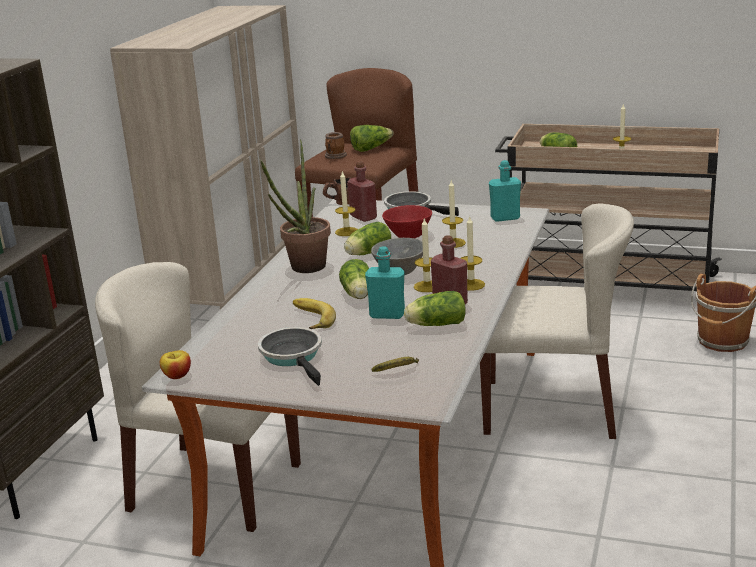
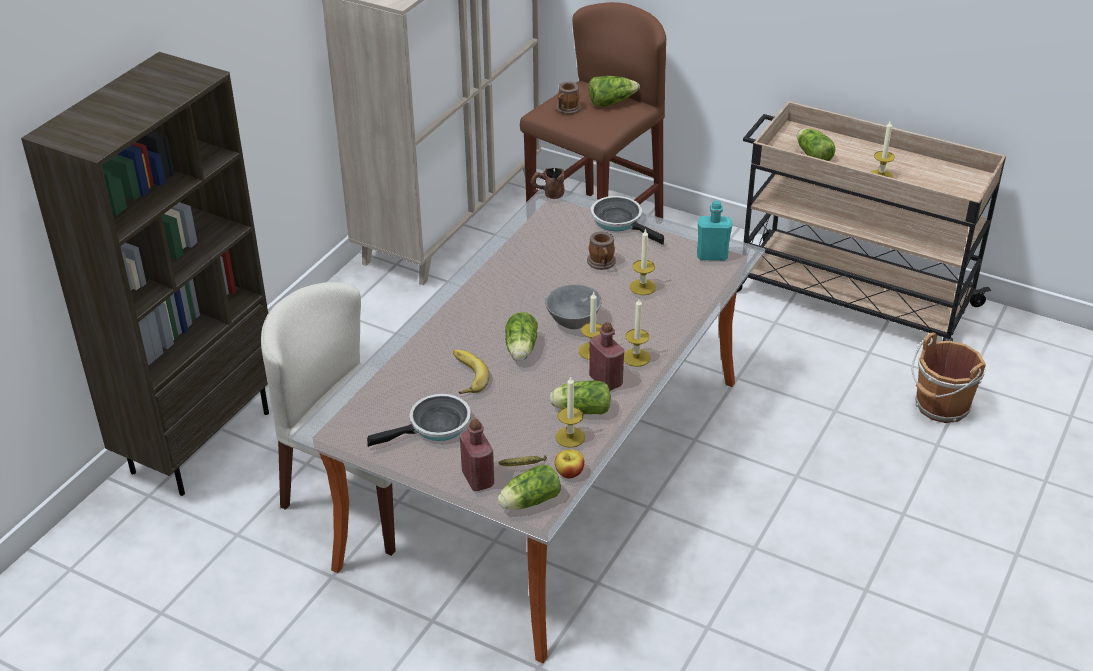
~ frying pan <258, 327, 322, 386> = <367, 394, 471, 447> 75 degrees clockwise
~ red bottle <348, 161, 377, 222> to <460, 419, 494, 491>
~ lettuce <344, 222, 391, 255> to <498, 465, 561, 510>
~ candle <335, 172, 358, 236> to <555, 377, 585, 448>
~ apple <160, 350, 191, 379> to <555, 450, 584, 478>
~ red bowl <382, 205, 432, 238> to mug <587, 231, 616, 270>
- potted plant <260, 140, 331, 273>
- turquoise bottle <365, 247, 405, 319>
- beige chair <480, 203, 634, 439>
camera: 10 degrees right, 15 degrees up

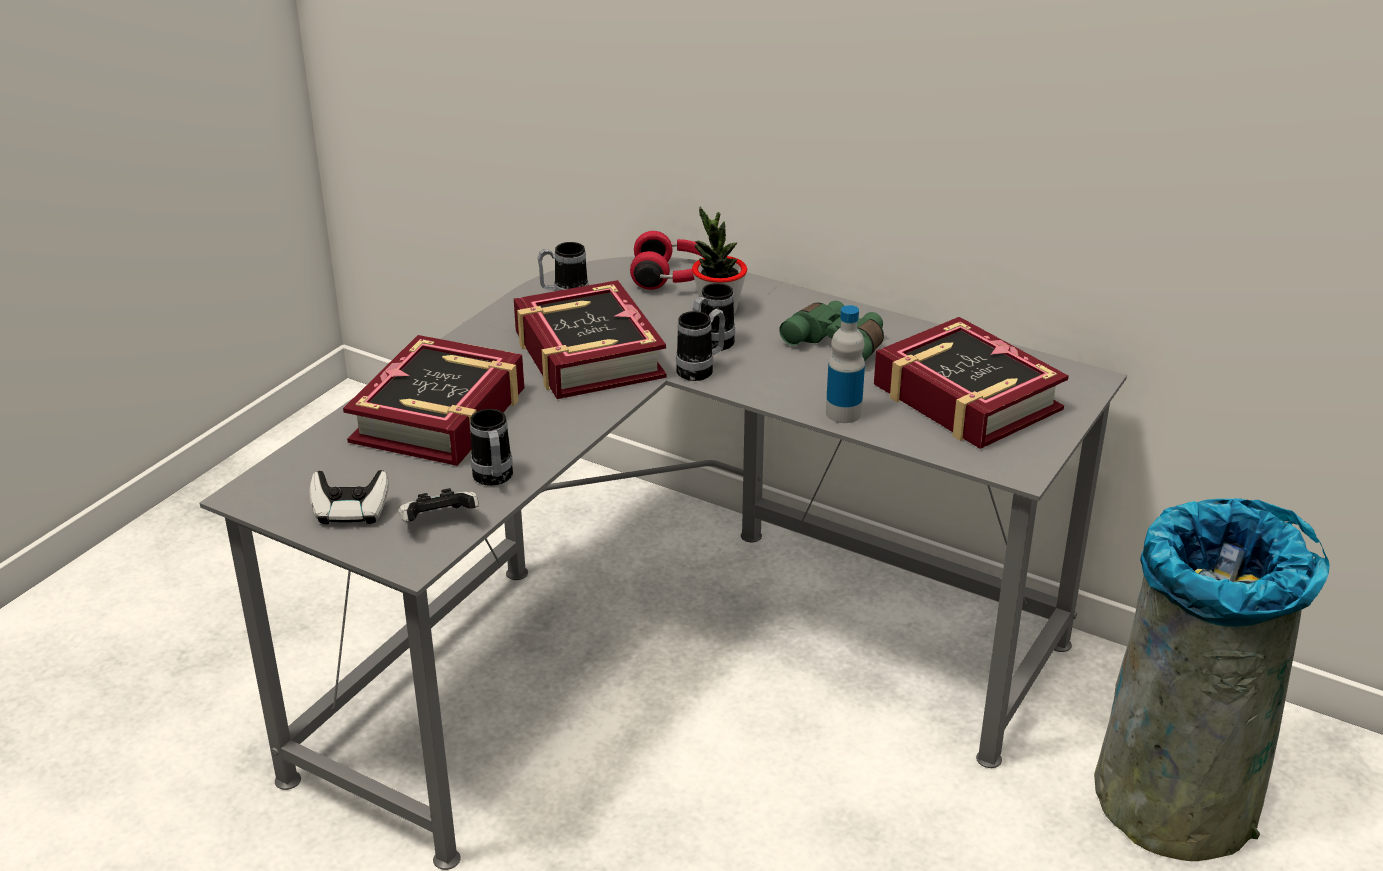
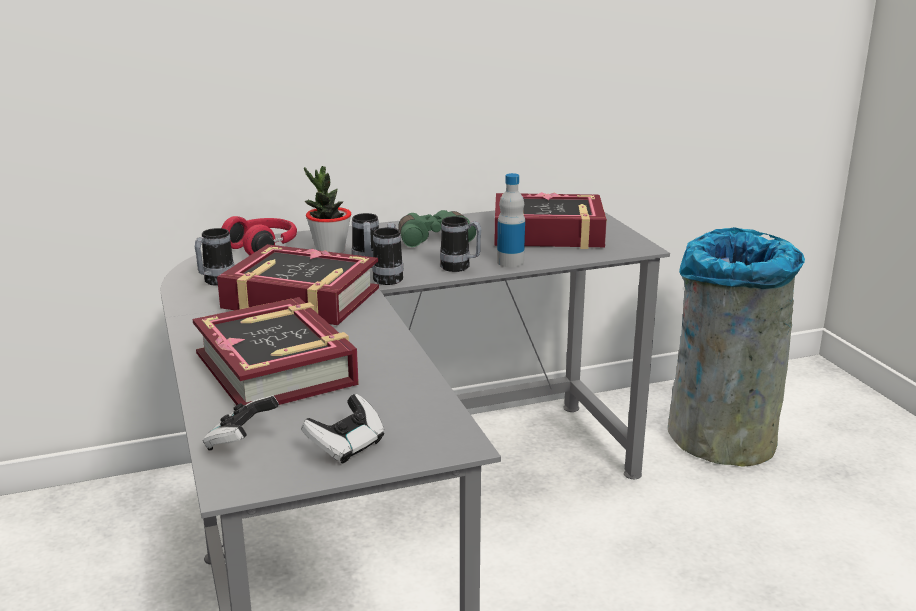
~ game controller <398, 488, 479, 522> to <203, 395, 279, 450>
~ mug <470, 409, 513, 486> to <440, 216, 481, 272>
camera: 50 degrees left, 10 degrees down

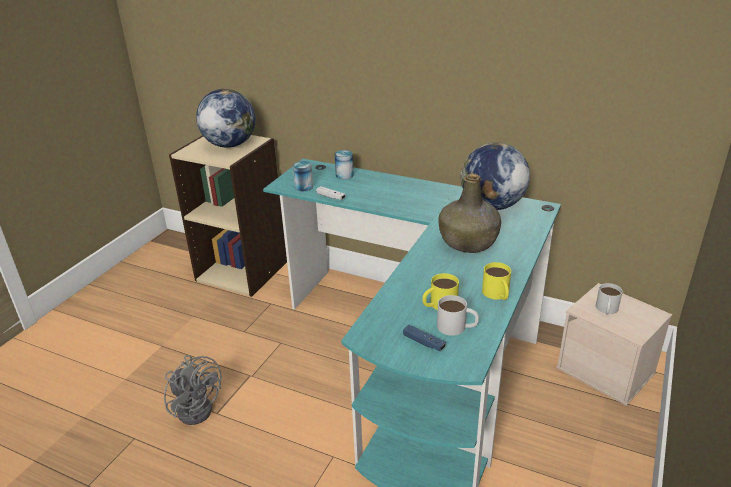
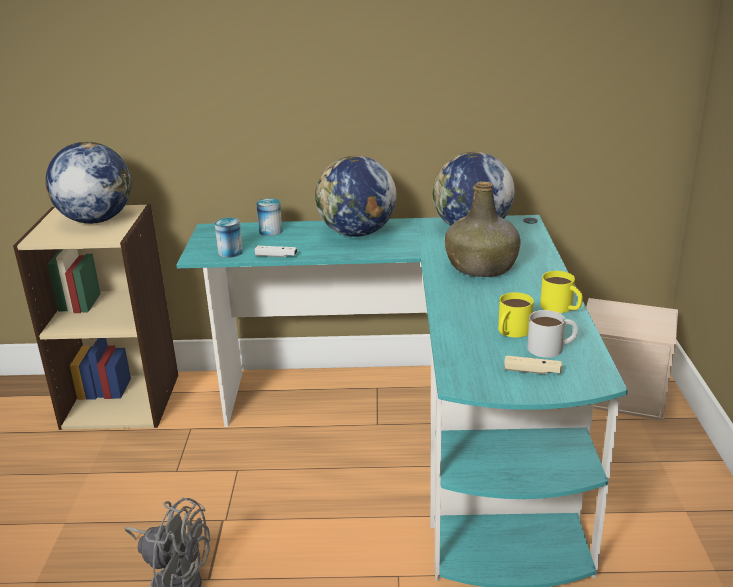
+ globe <315, 156, 396, 237>
~ blue game controller <403, 325, 446, 351> to beige game controller <504, 356, 562, 374>
- white mug <596, 283, 623, 315>
camera: 25 degrees left, 5 degrees down

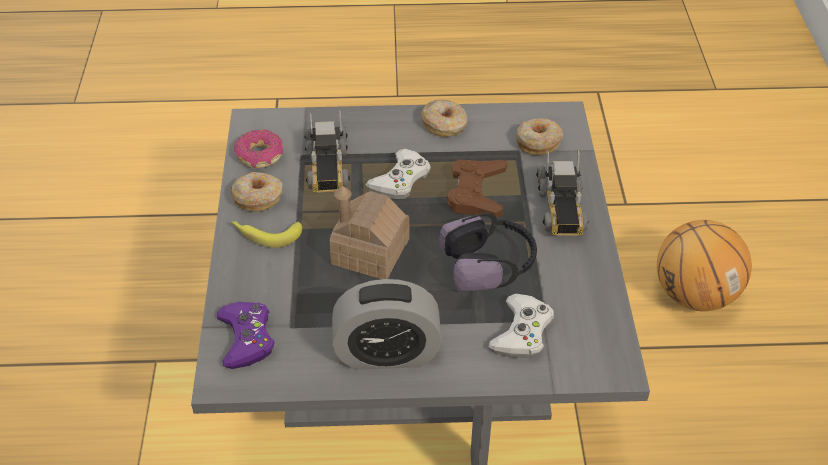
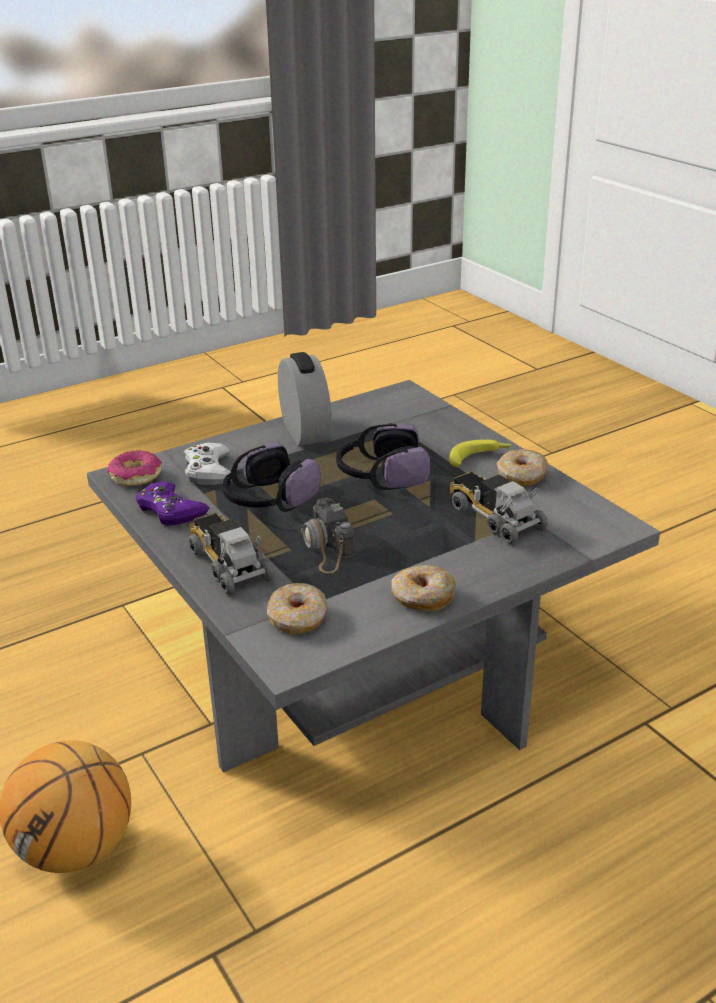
~ donut <234, 129, 283, 168> to <107, 450, 162, 486>
~ purple game controller <217, 302, 274, 369> to <136, 481, 210, 526>
~ alarm clock <332, 279, 442, 370> = <278, 352, 332, 446> 105 degrees clockwise
~ brown game controller <447, 160, 507, 217> to photo camera <301, 498, 355, 573>
~ toy house <329, 186, 409, 279> to headphones <336, 424, 431, 490>
- white game controller <365, 149, 431, 199>
camera: 150 degrees right, 15 degrees down

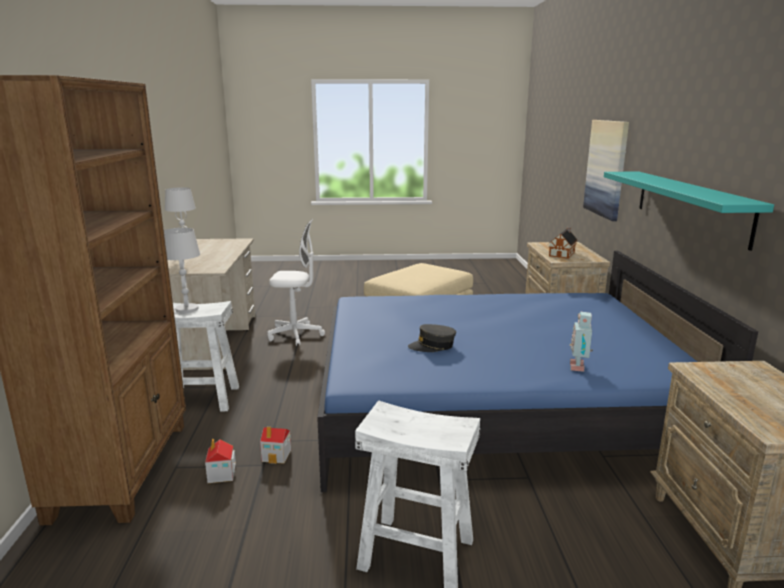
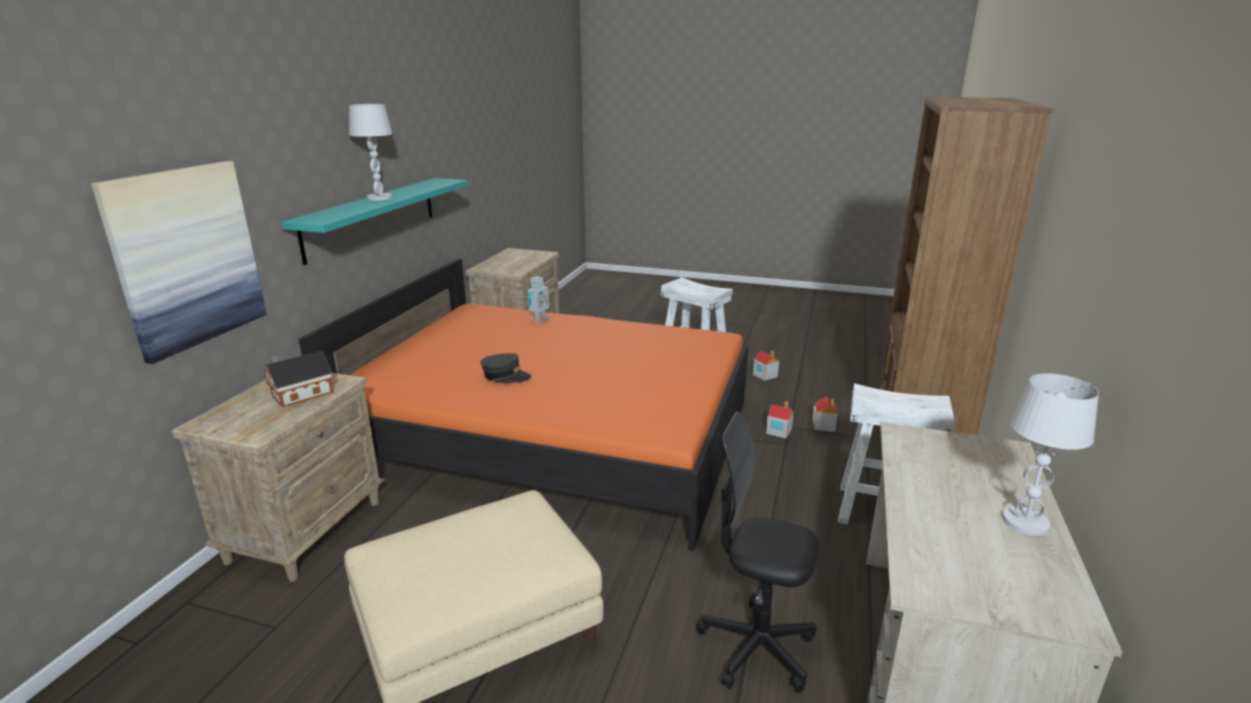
~ blue bed <317, 251, 758, 492> to orange bed <299, 259, 749, 551>
~ white table lamp <164, 228, 200, 313> to <349, 104, 392, 201>
~ grey cap <408, 324, 456, 352> to <481, 353, 531, 383>
~ white office chair <267, 219, 325, 346> to black office chair <696, 412, 818, 693>
+ toy house <753, 350, 779, 381>
camera: 160 degrees left, 5 degrees up

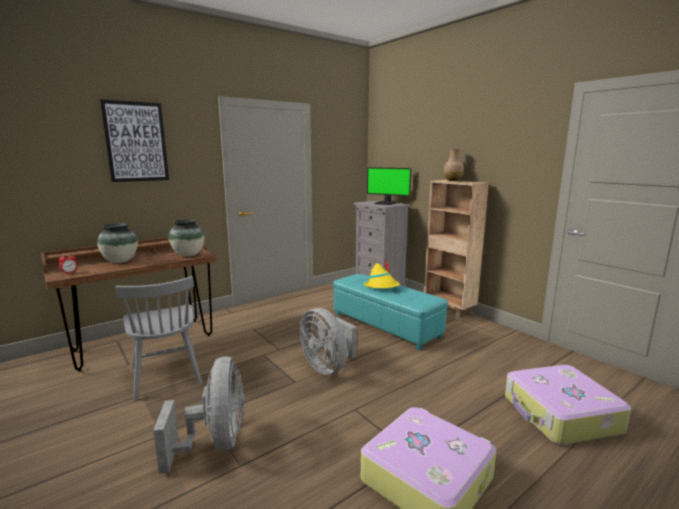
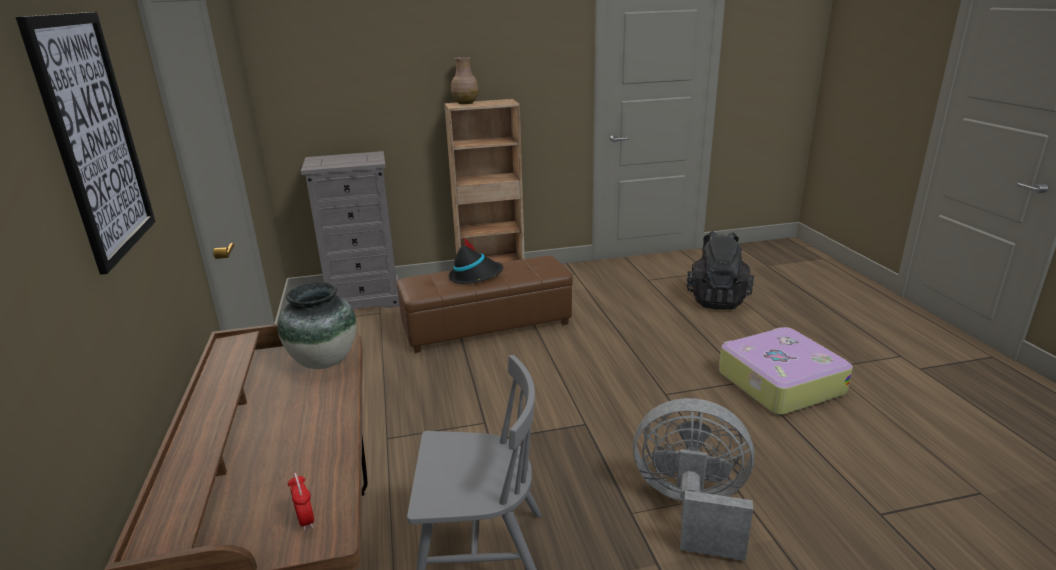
~ turquoise ottoman <333, 274, 448, 350> to brown ottoman <396, 256, 573, 353>
~ yellow hat <364, 259, 400, 288> to black hat <449, 237, 503, 284>
~ suitcase <505, 365, 631, 445> to black backpack <687, 231, 754, 310>
- vase <97, 223, 138, 263>
- grey fan <299, 308, 357, 375>
- monitor <367, 167, 411, 205>
camera: 65 degrees left, 10 degrees up

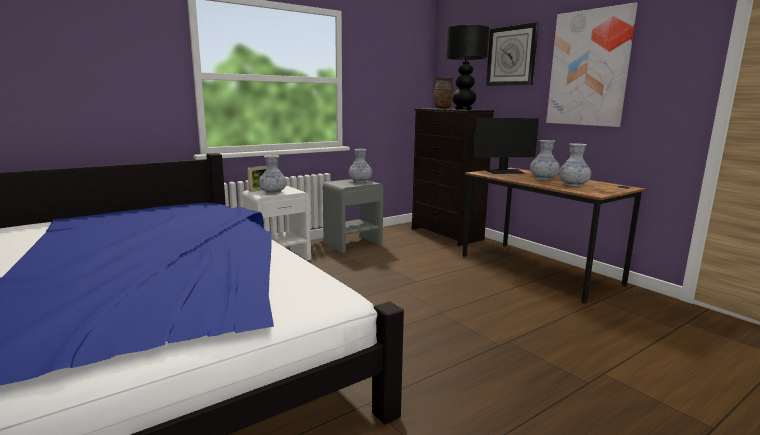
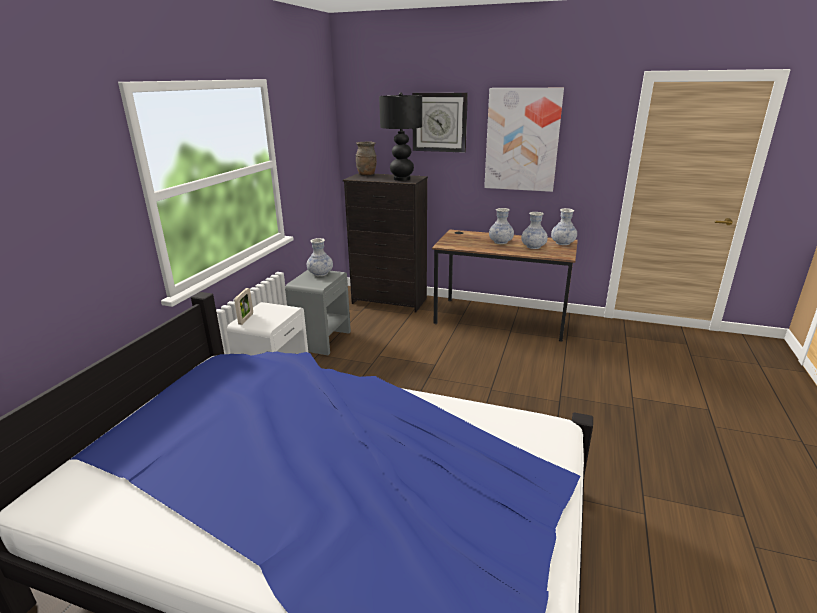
~ vase <259, 155, 287, 194> to <551, 208, 577, 245>
- monitor <473, 118, 539, 174>
camera: 35 degrees left, 10 degrees up

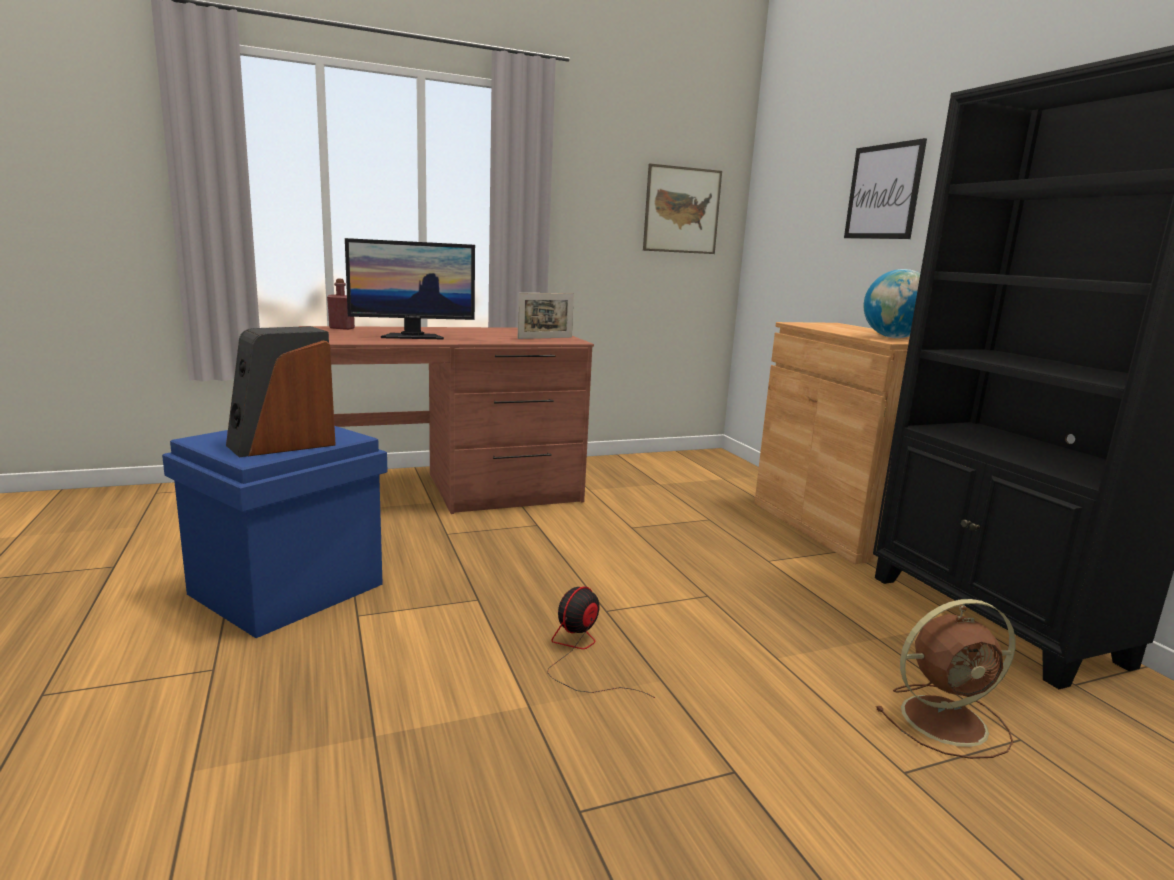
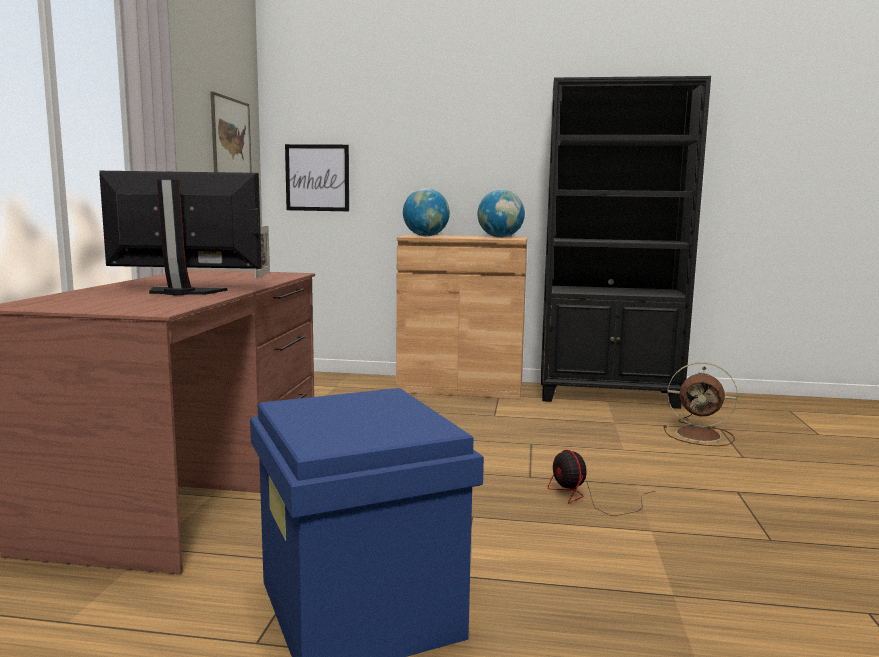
~ monitor <345, 238, 475, 339> = <99, 171, 262, 295> 105 degrees counterclockwise
~ picture <844, 138, 927, 239> to <285, 144, 349, 211>
+ globe <403, 188, 450, 236>
~ brown fan <876, 599, 1016, 759> = <663, 362, 738, 446> 90 degrees clockwise
- speaker <226, 326, 336, 457>
- red bottle <327, 279, 355, 330>
camera: 60 degrees left, 5 degrees down

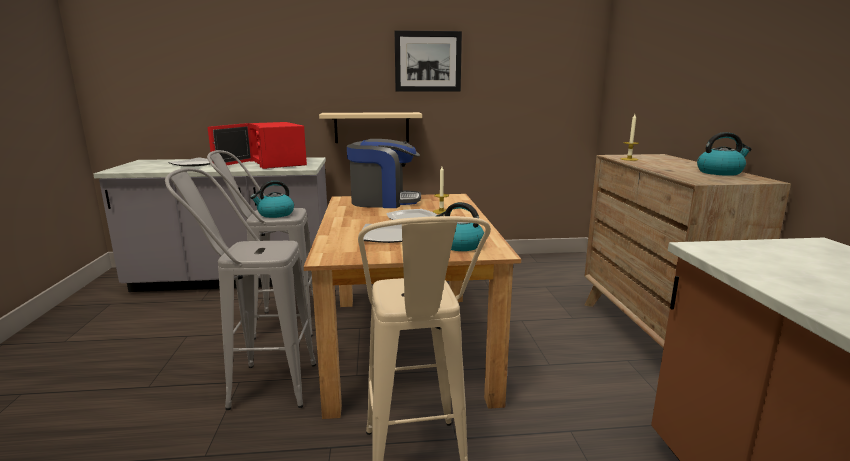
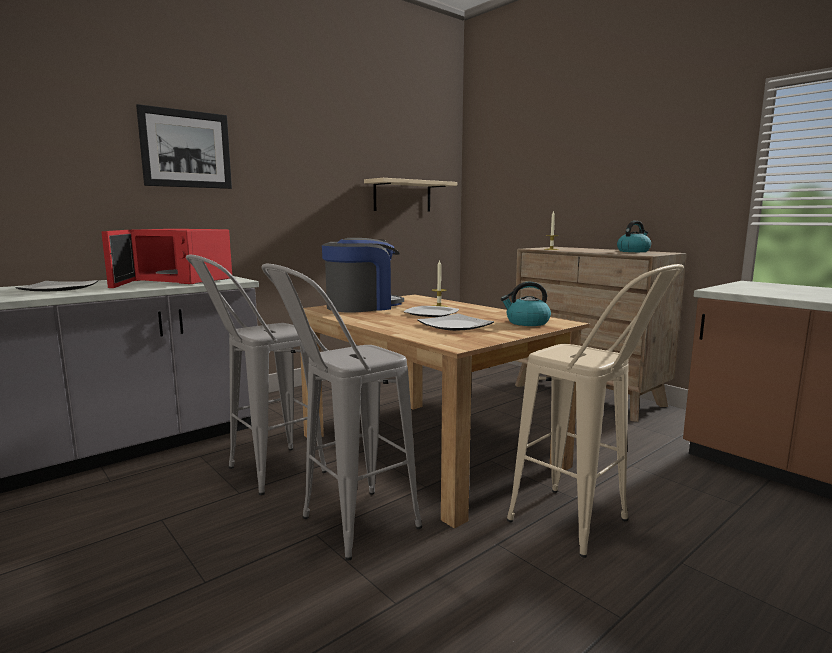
~ picture <395, 30, 462, 92> to <136, 104, 232, 189>
~ beige shelf <319, 112, 422, 143> to <364, 178, 457, 212>
- kettle <250, 180, 294, 218>
camera: 35 degrees left, 5 degrees down

